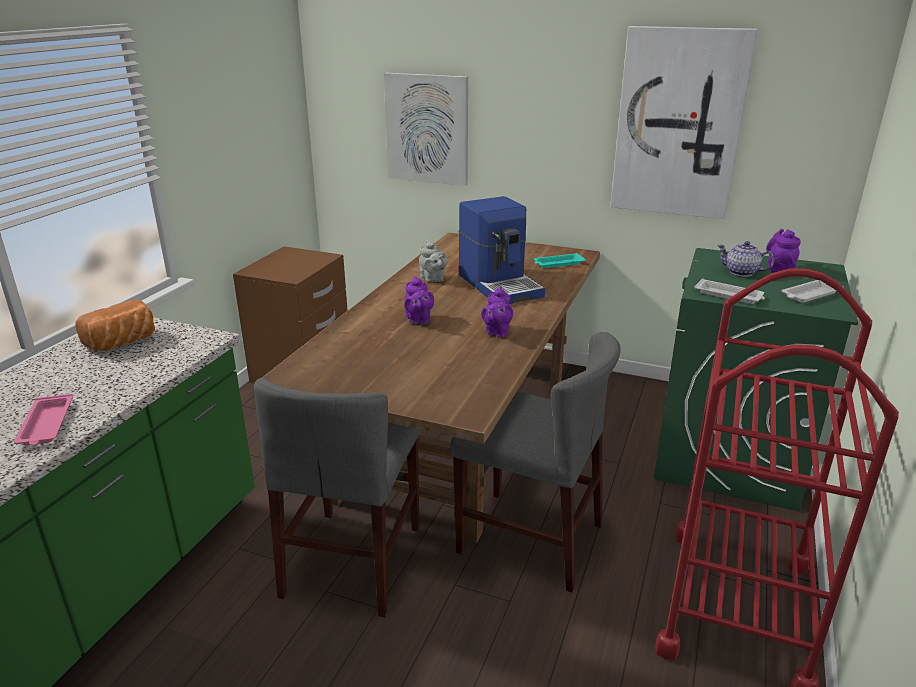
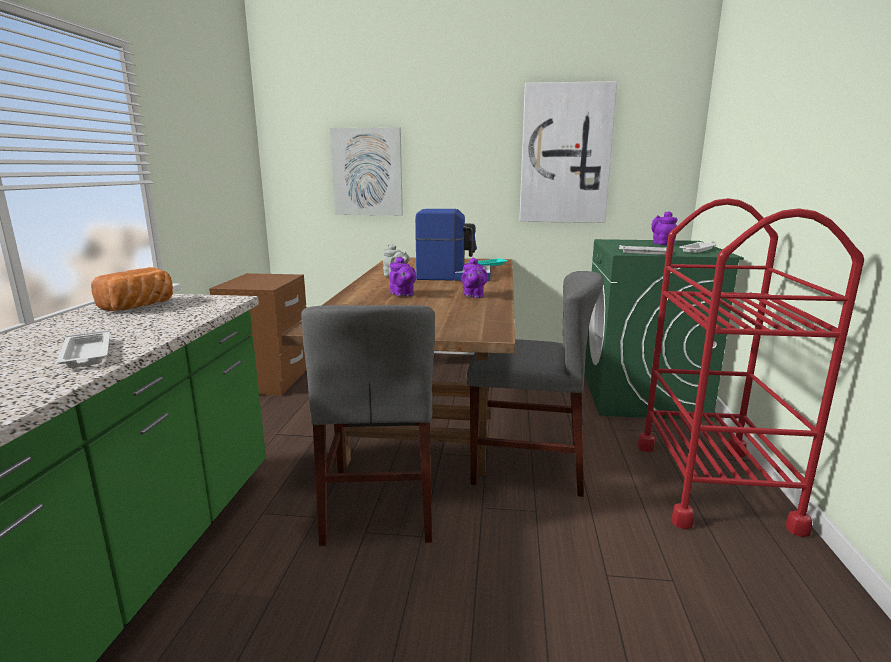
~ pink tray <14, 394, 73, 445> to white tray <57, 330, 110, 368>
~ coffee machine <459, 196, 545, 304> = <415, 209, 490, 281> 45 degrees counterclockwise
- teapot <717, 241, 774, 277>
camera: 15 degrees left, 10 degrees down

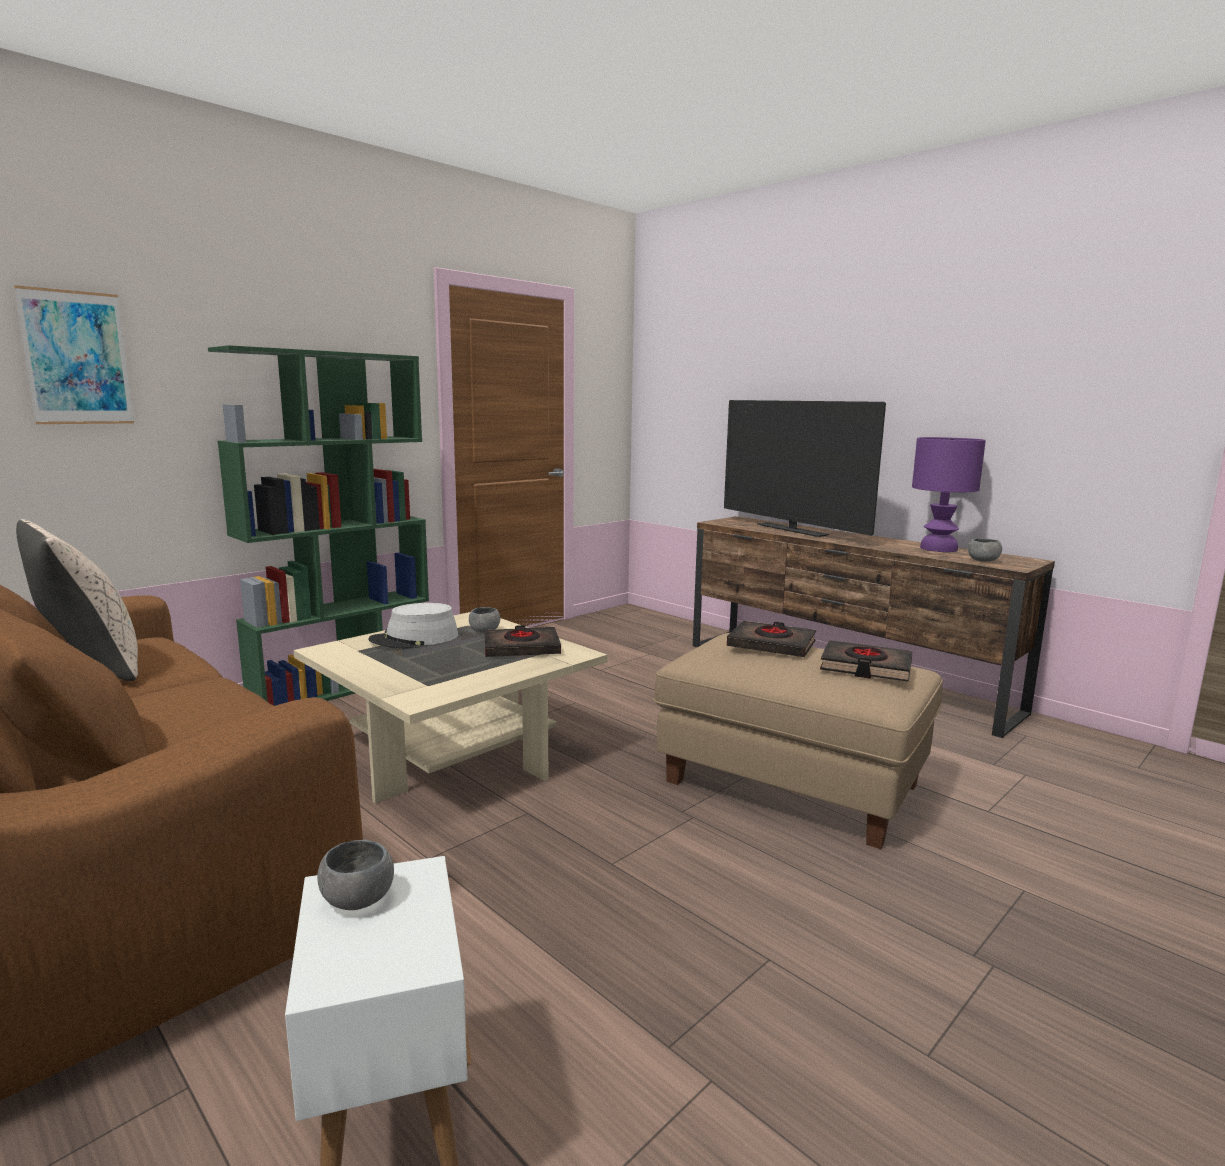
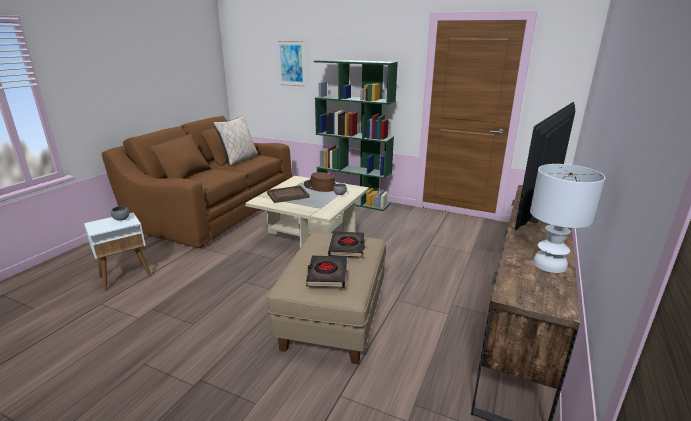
+ brown tray <267, 185, 310, 203>
~ grey hat <368, 603, 458, 649> to brown hat <304, 172, 336, 192>
~ purple table lamp <912, 437, 986, 552> to white table lamp <530, 164, 605, 273>
- black book <484, 625, 561, 657>
- grey bowl <968, 538, 1002, 562>
camera: 70 degrees right, 10 degrees up

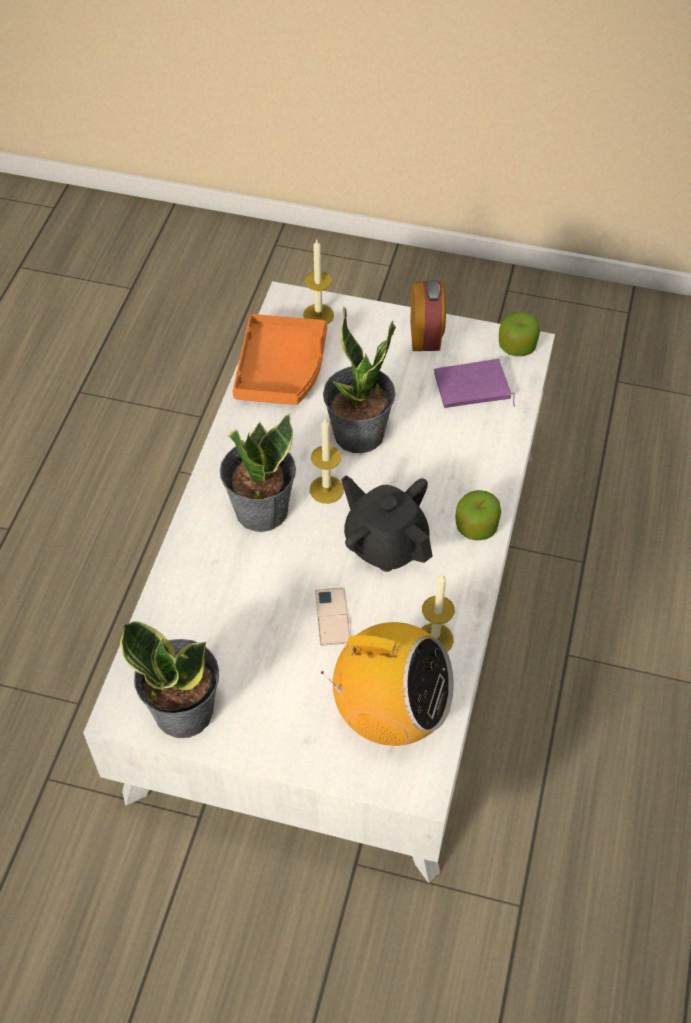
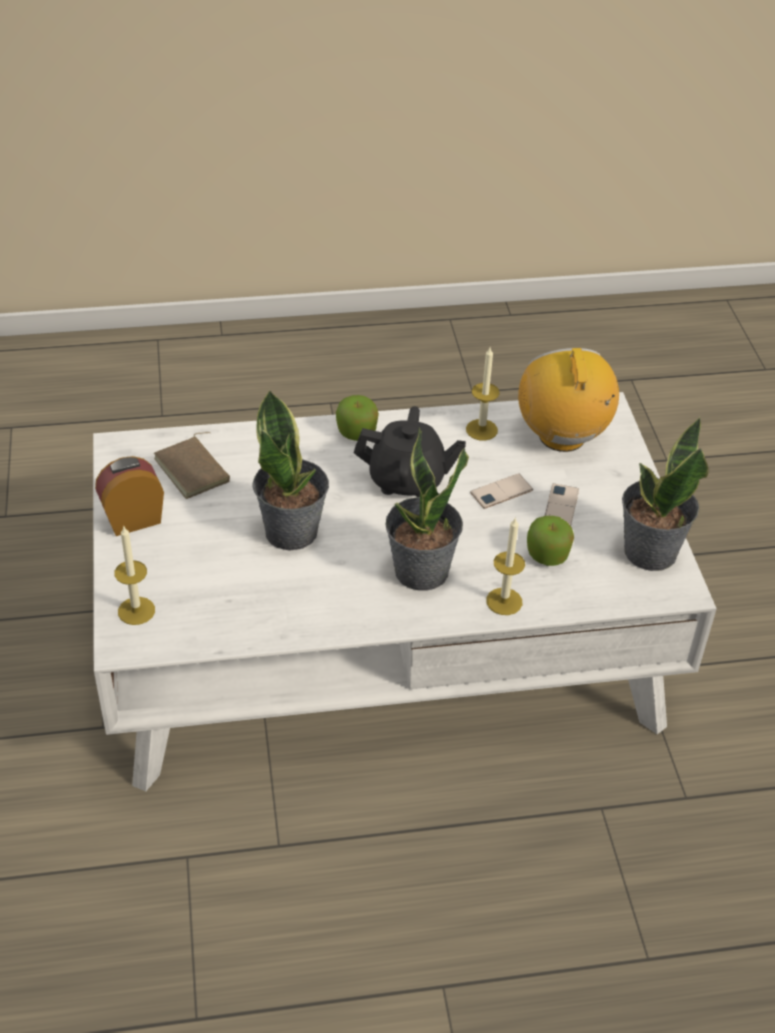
~ purple book <434, 359, 515, 408> to brown book <154, 432, 230, 499>
~ black teapot <341, 475, 433, 572> = <354, 406, 466, 497> 105 degrees counterclockwise
~ candle <310, 418, 344, 504> to <486, 517, 525, 615>
~ apple <499, 311, 540, 356> to <527, 516, 574, 566>
+ phone <545, 483, 579, 526>
- orange tray <232, 314, 327, 405>
camera: 115 degrees left, 10 degrees down

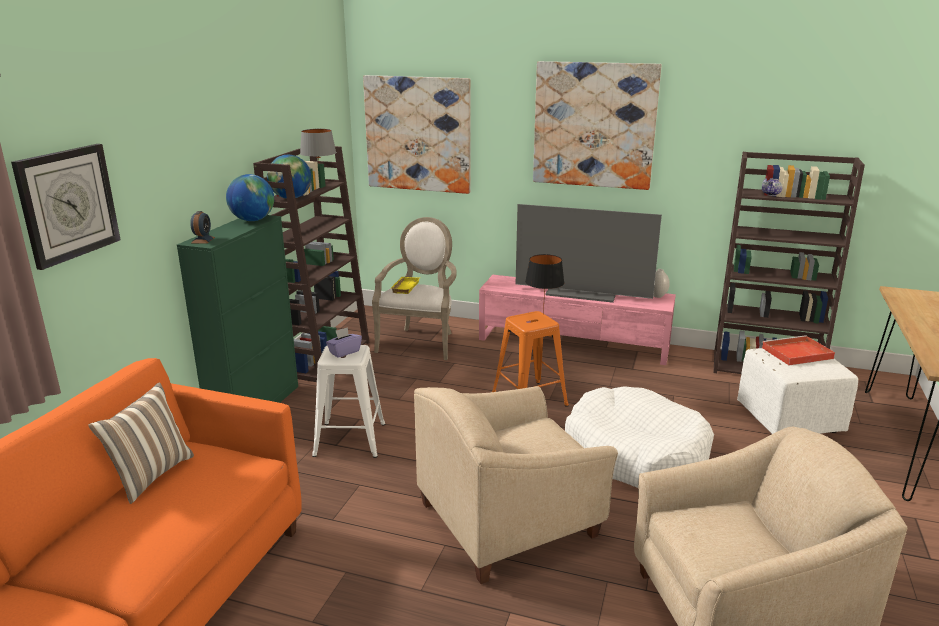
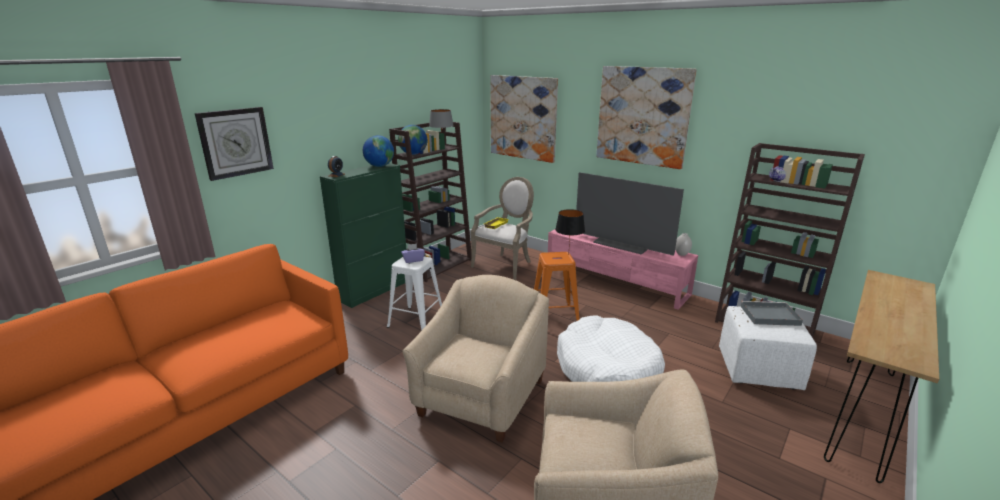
~ beige armchair <414, 386, 618, 584> = <402, 275, 549, 442> 120 degrees clockwise
~ red tray <762, 335, 835, 365> to grey tray <741, 301, 803, 326>
- pillow <88, 383, 194, 504>
camera: 20 degrees right, 0 degrees up

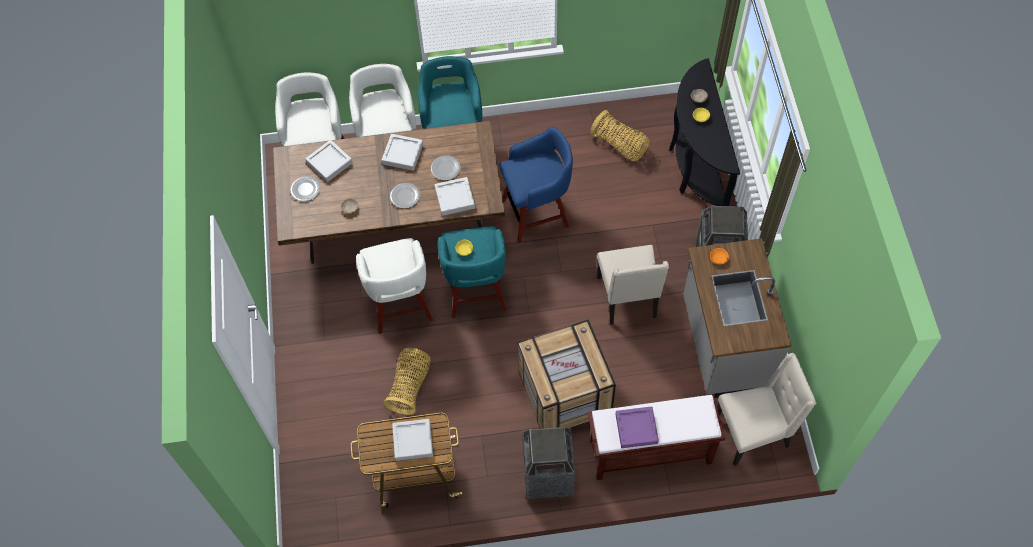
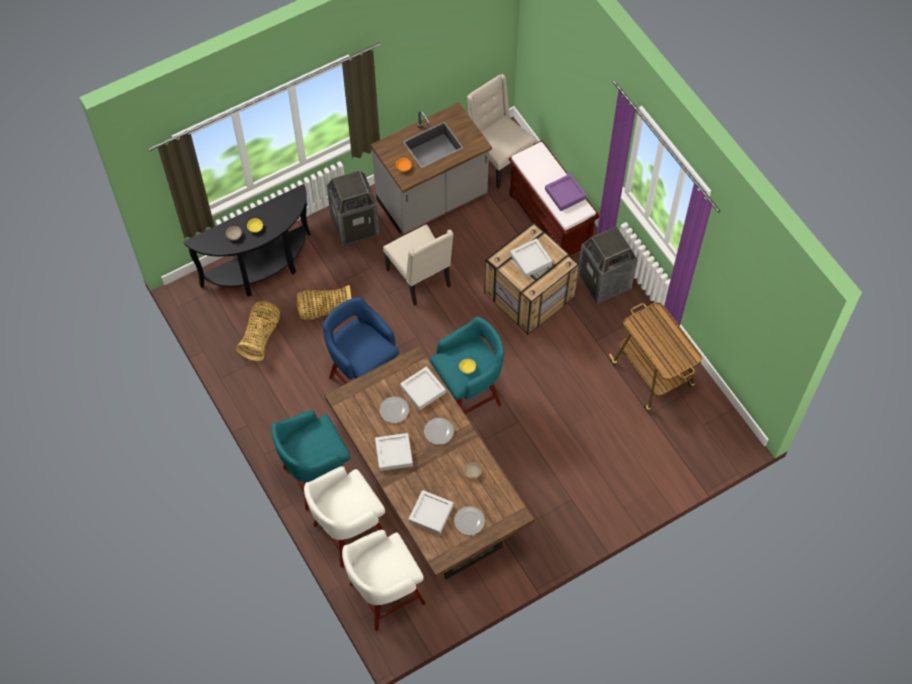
~ basket <383, 348, 430, 415> to <296, 285, 352, 319>
~ beige chair <597, 245, 669, 325> = <383, 224, 453, 306> 90 degrees clockwise
~ grey tray <392, 419, 433, 461> to <510, 238, 552, 277>
- white stool <356, 238, 433, 334>
camera: 115 degrees left, 0 degrees up

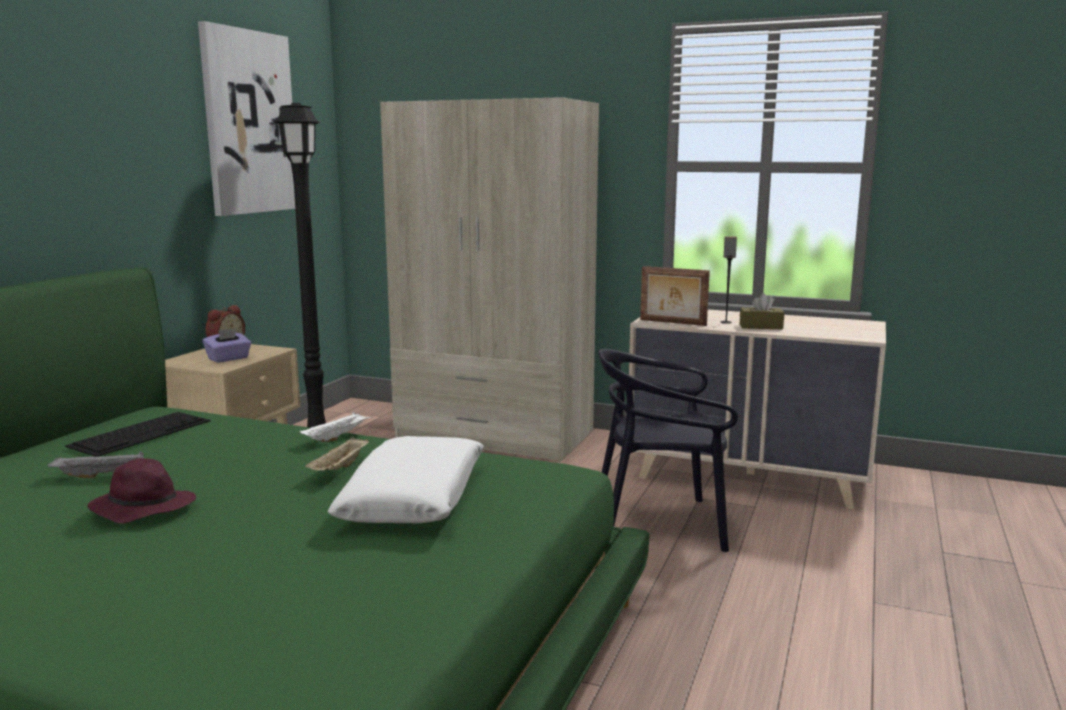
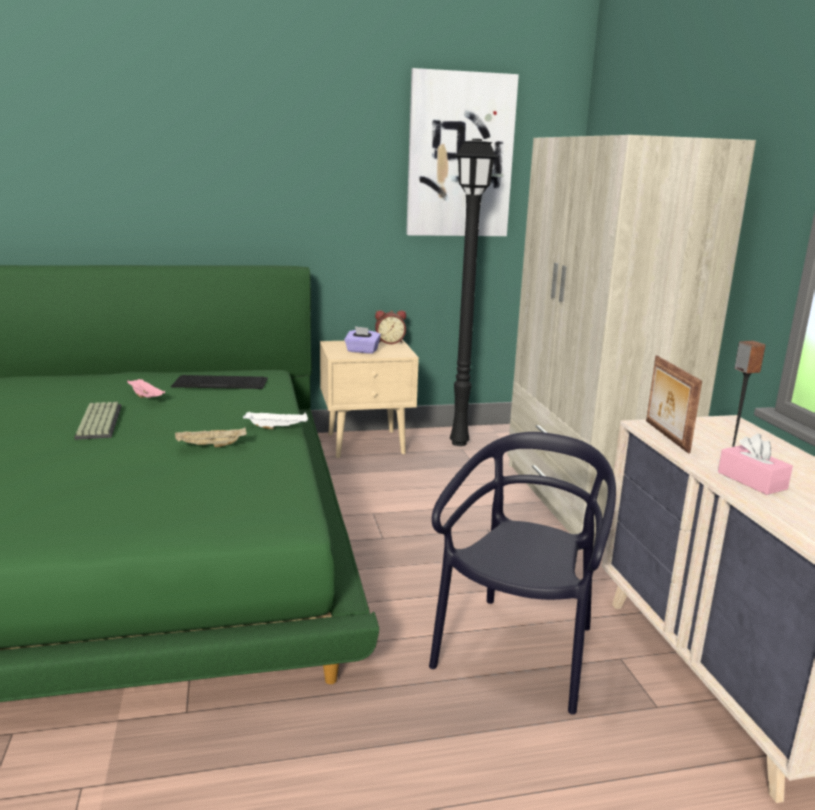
~ purple hat <87, 458, 196, 524> to keyboard <74, 402, 121, 440>
~ grey tray <48, 451, 144, 478> to pink tray <127, 379, 165, 398>
~ black chair <598, 349, 738, 552> = <429, 432, 616, 714> 60 degrees clockwise
~ brown tissue box <740, 293, 784, 329> to pink tissue box <718, 434, 793, 495>
- white pillow <327, 436, 484, 524>
camera: 55 degrees right, 5 degrees up

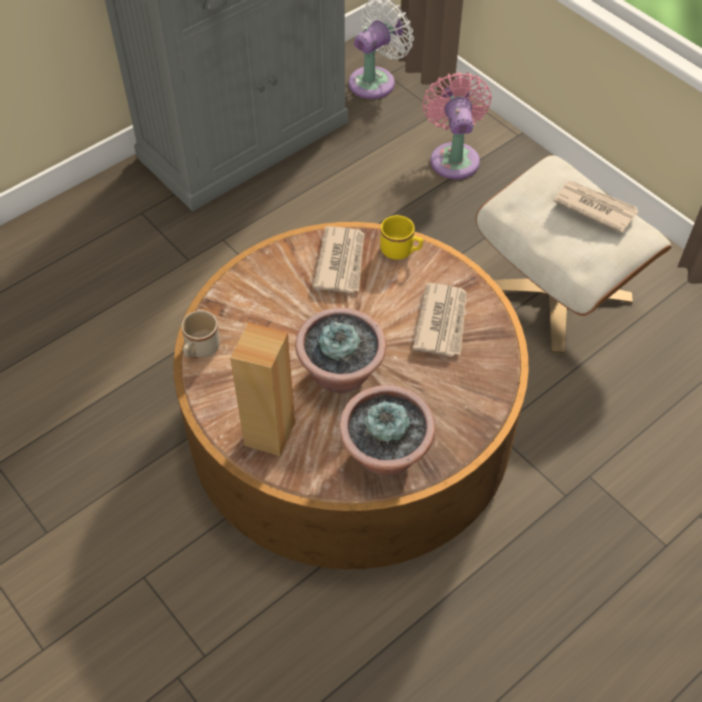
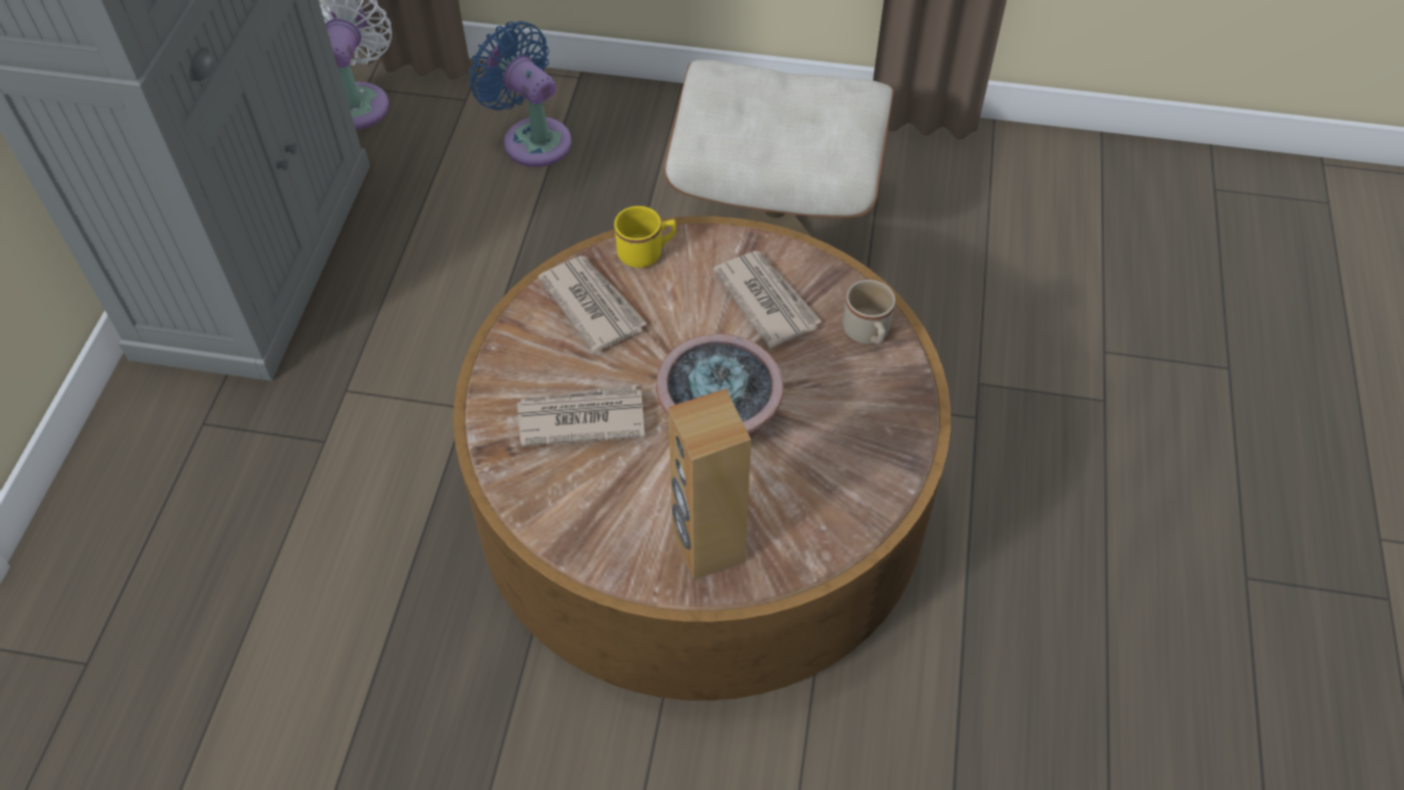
~ pink fan <422, 72, 492, 179> to blue fan <469, 21, 572, 167>
~ newspaper <553, 180, 639, 233> to <517, 384, 645, 446>
~ beige mug <181, 310, 220, 357> to <843, 280, 895, 344>
- potted plant <339, 385, 435, 476>
camera: 40 degrees left, 0 degrees up

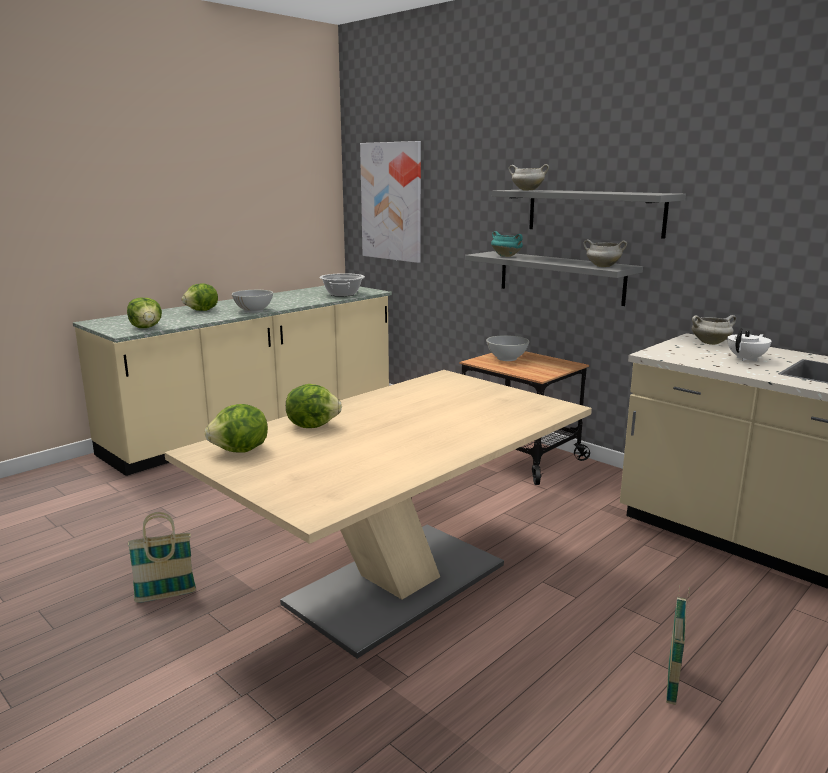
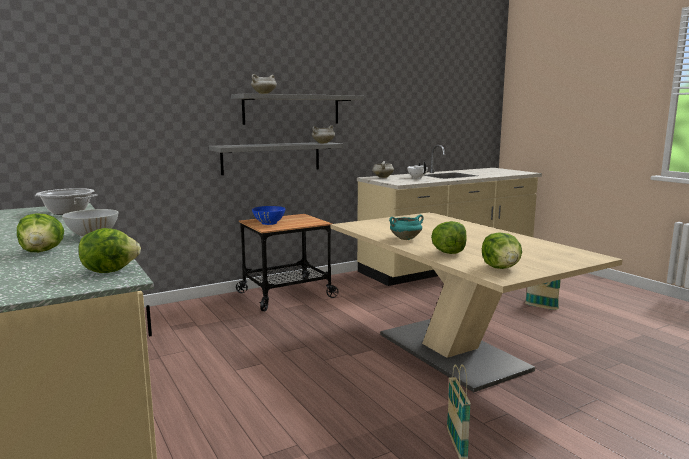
~ white bowl <486, 335, 529, 361> to blue bowl <252, 206, 285, 225>
~ turquoise cooking pot <491, 231, 523, 257> to <389, 215, 424, 240>
- picture <360, 141, 421, 263>
camera: 75 degrees left, 5 degrees down

